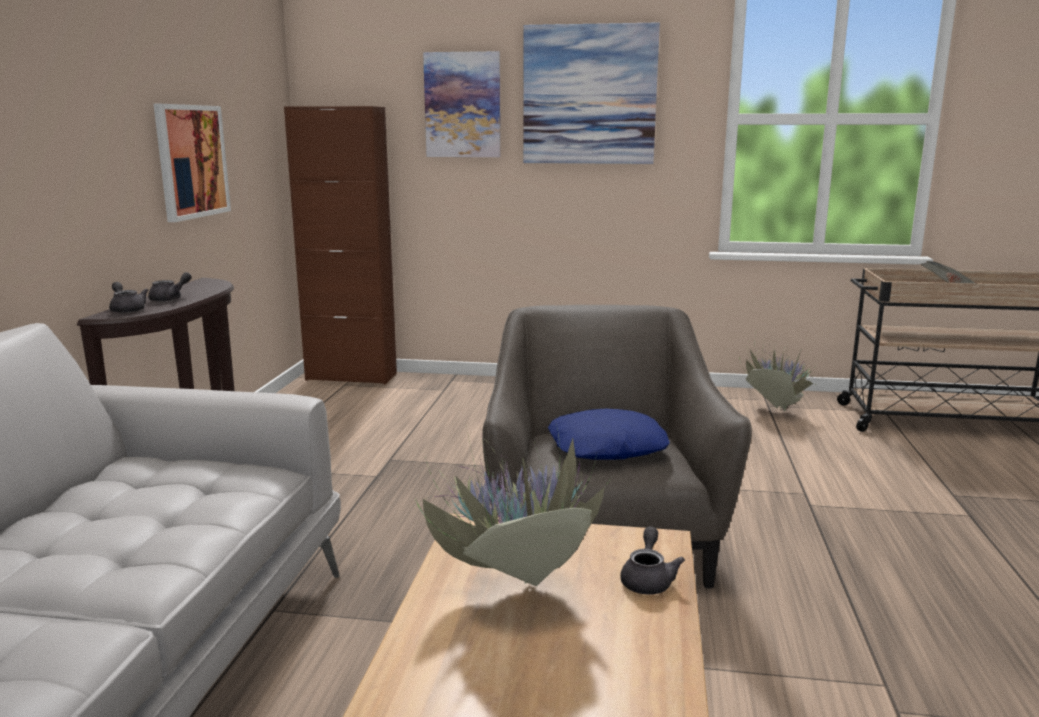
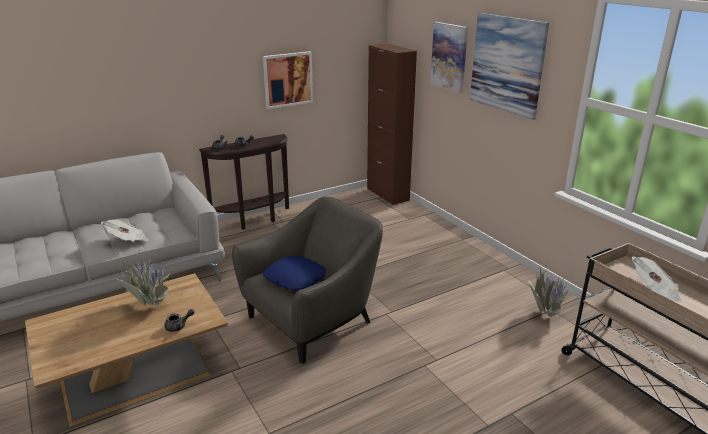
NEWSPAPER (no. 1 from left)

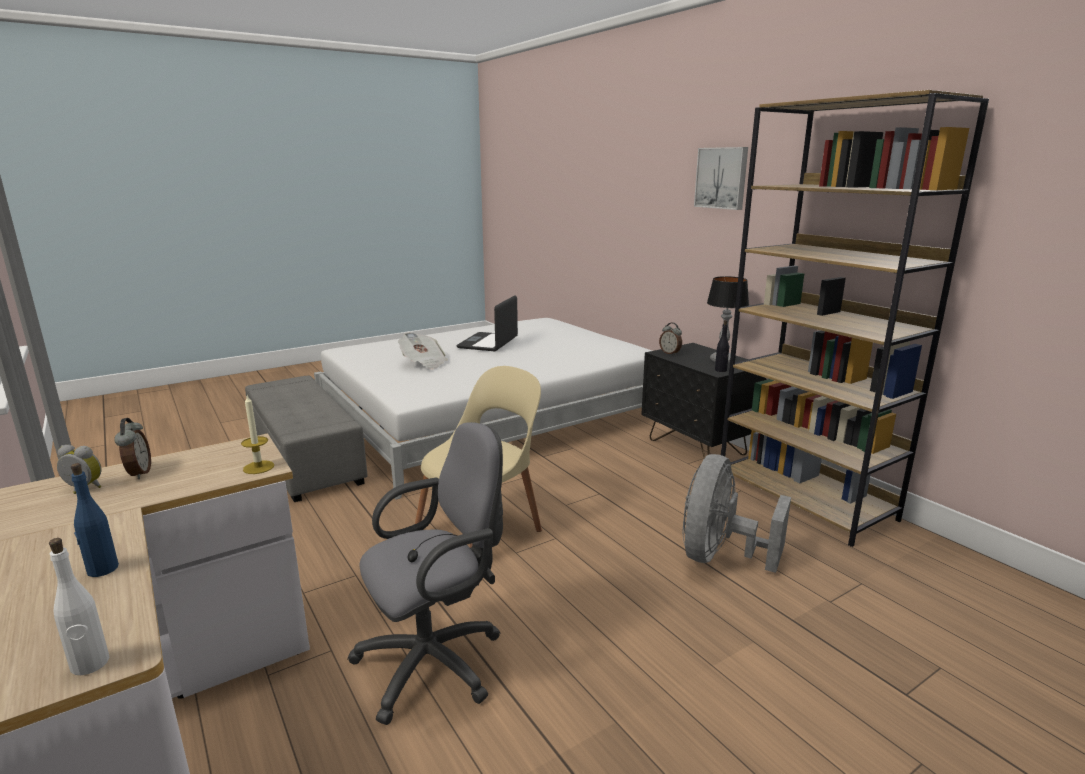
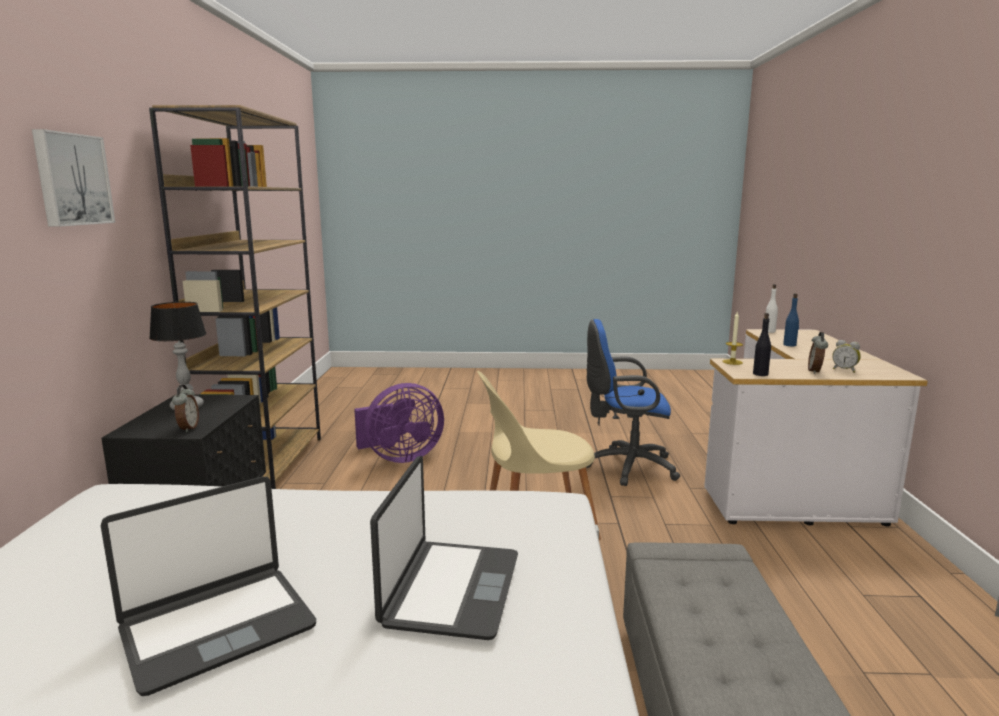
PURPLE FAN
PORTABLE COMPUTER (no. 2 from left)
BLUE-COLOURED COMPUTER CHAIR
BLACK-COLOURED DRINK BOTTLE

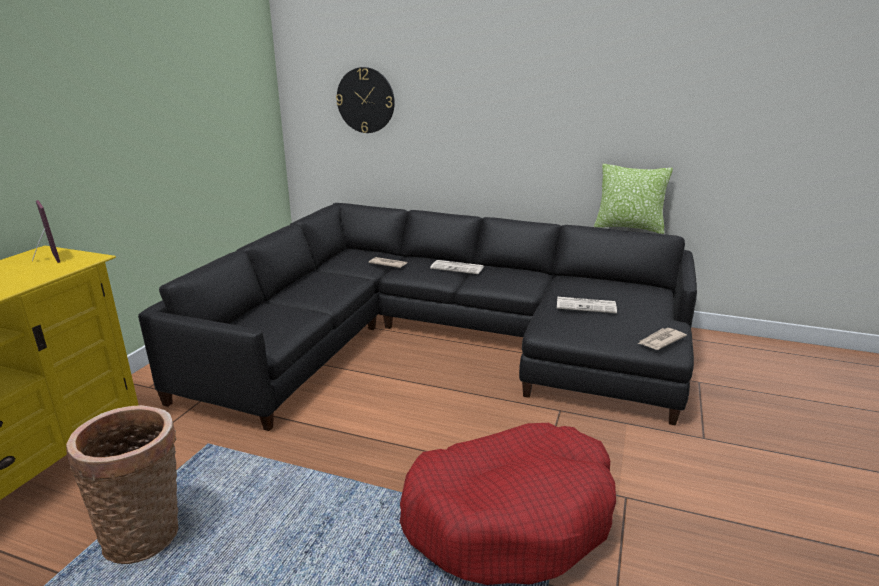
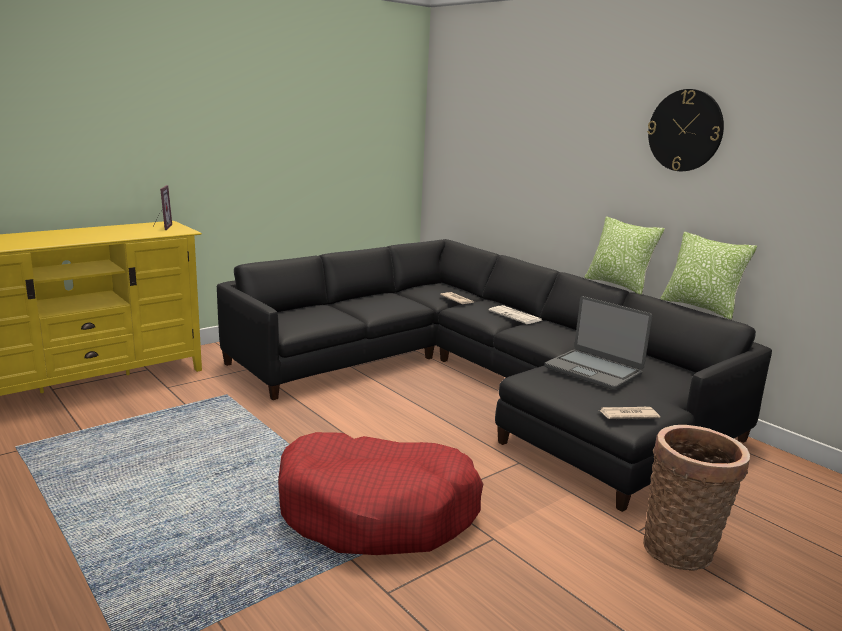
PORTABLE COMPUTER
THROW PILLOW (no. 1 from left)
HOUSEHOLD BASKET
CLOCK ON THE WALL

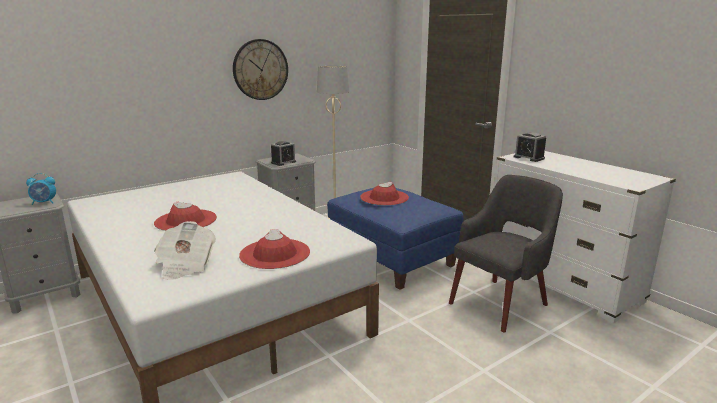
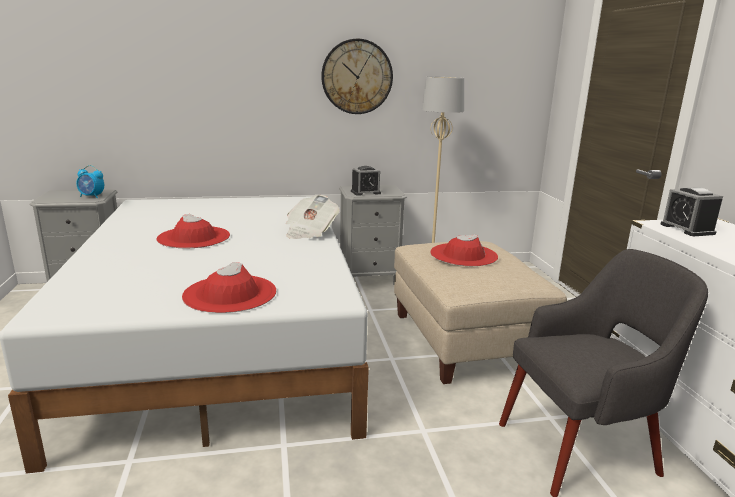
NEWSPAPER
SAND-COLOURED FOOTREST

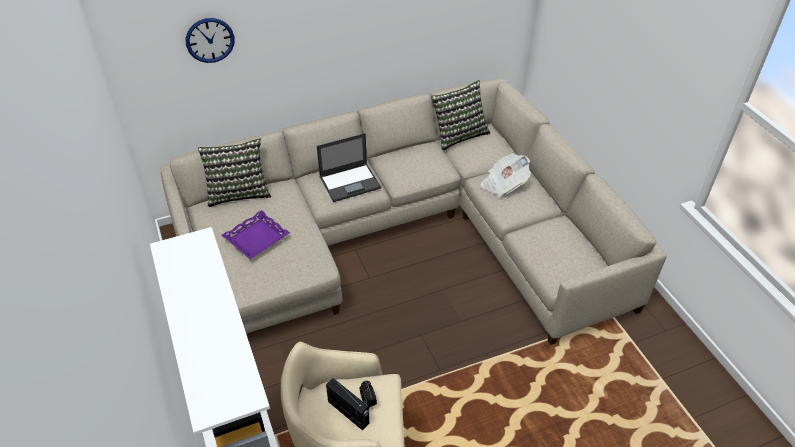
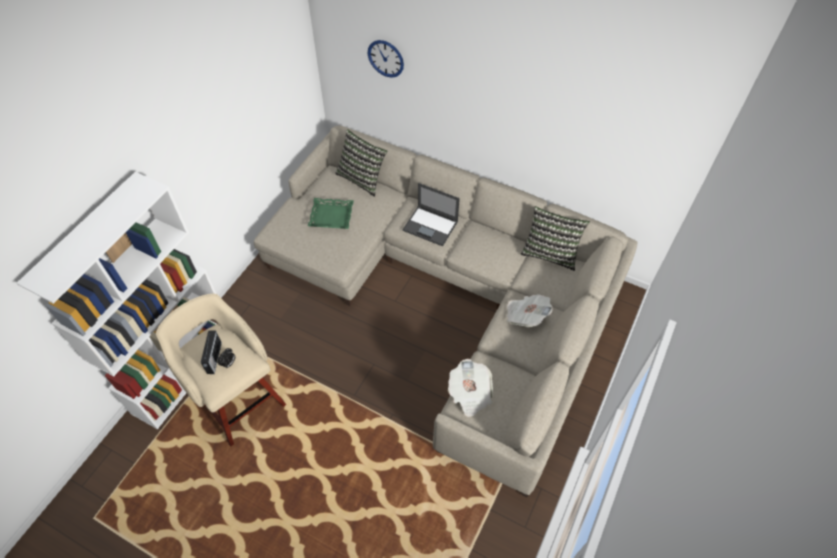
GREENISH TRAY
NEWSPAPER (no. 1 from left)

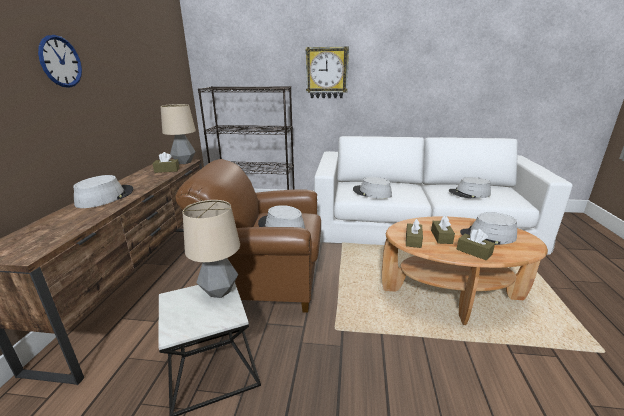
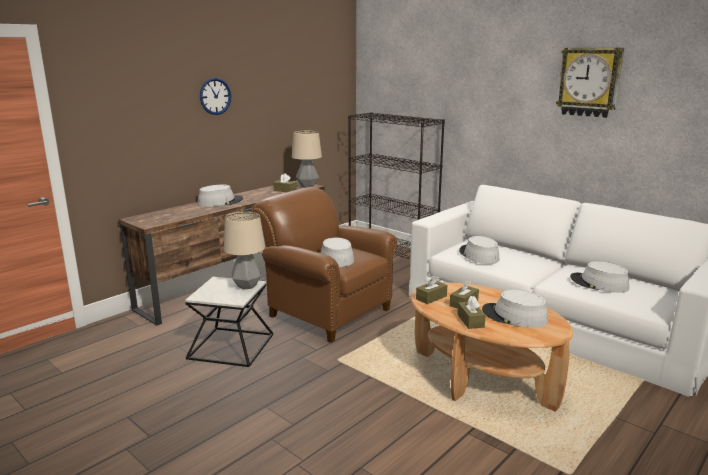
CLOCK ON THE WALL (no. 2 from left)

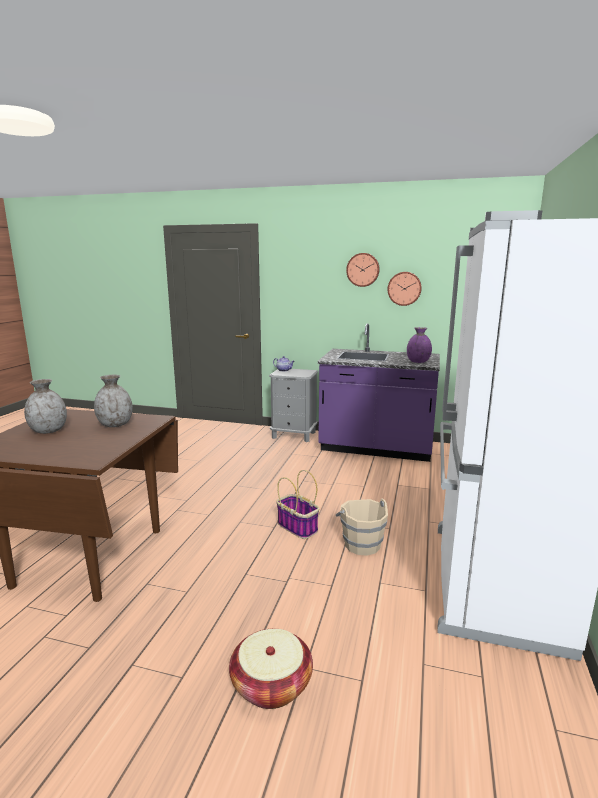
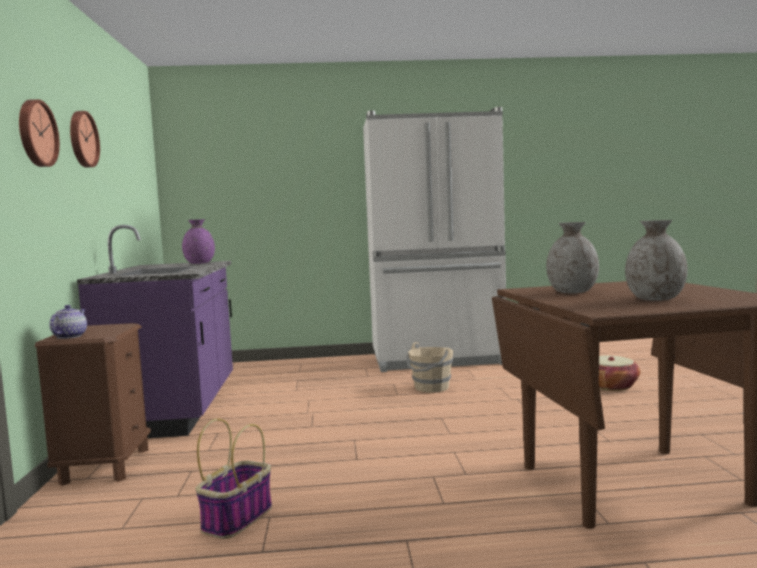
CLOCK ON THE WALL (no. 1 from left)
BROWN NIGHT TABLE
HOUSEHOLD BASKET (no. 1 from left)

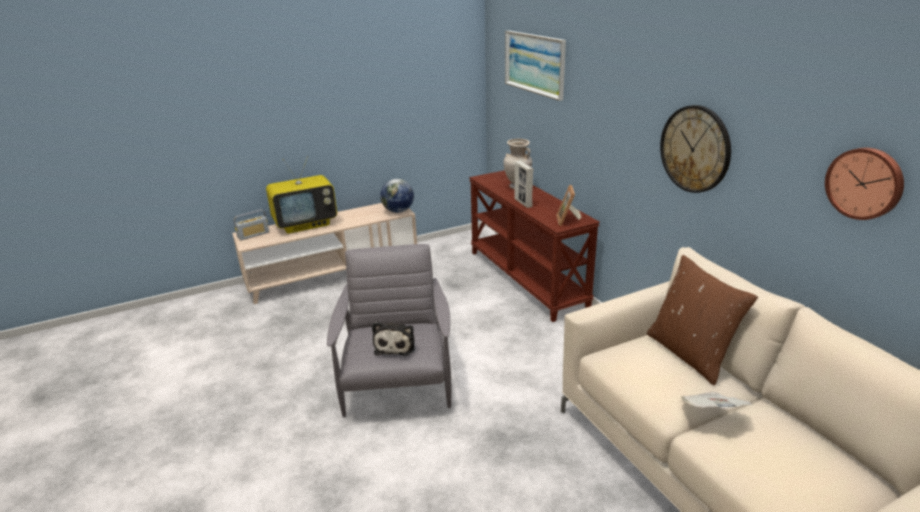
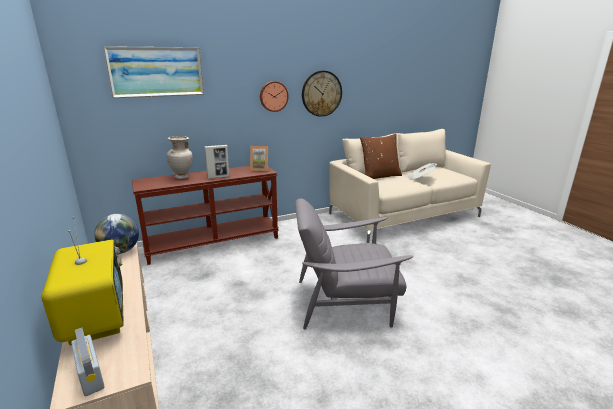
CLOCK ON THE WALL (no. 1 from left)
CUDDLY TOY

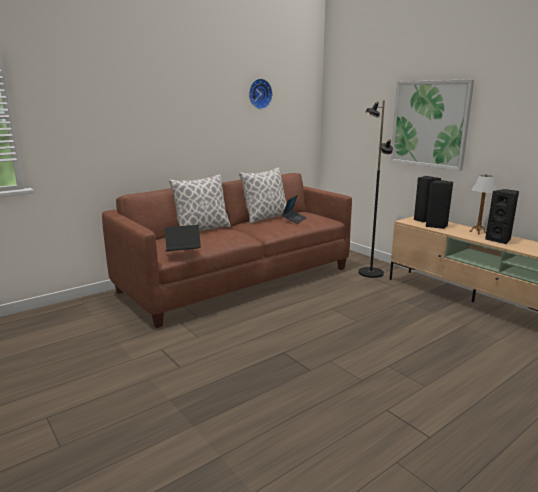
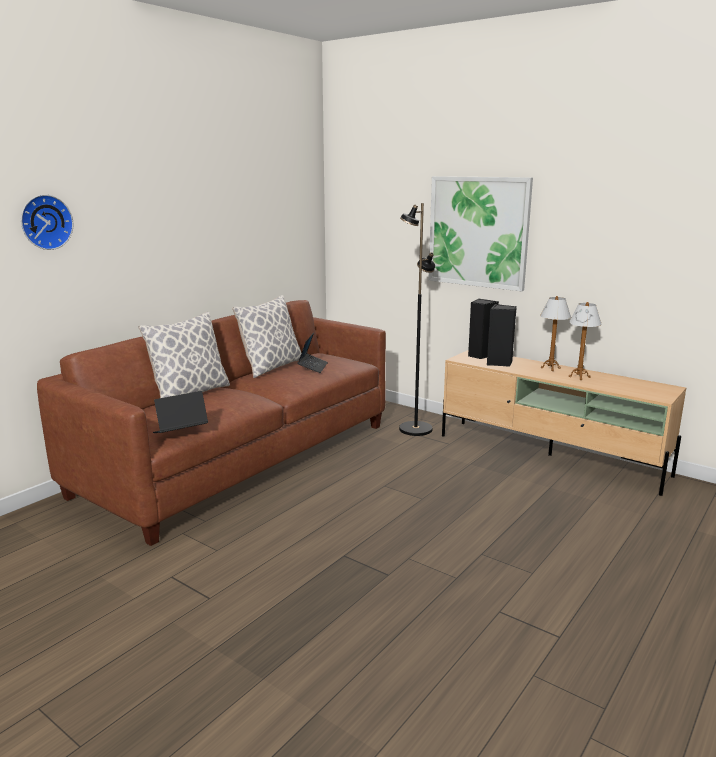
CLOCK ON THE WALL
TABLE LAMP (no. 2 from left)

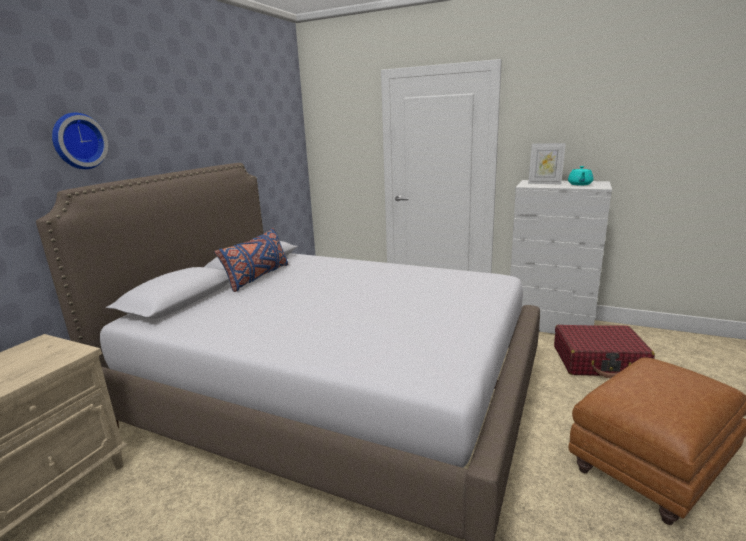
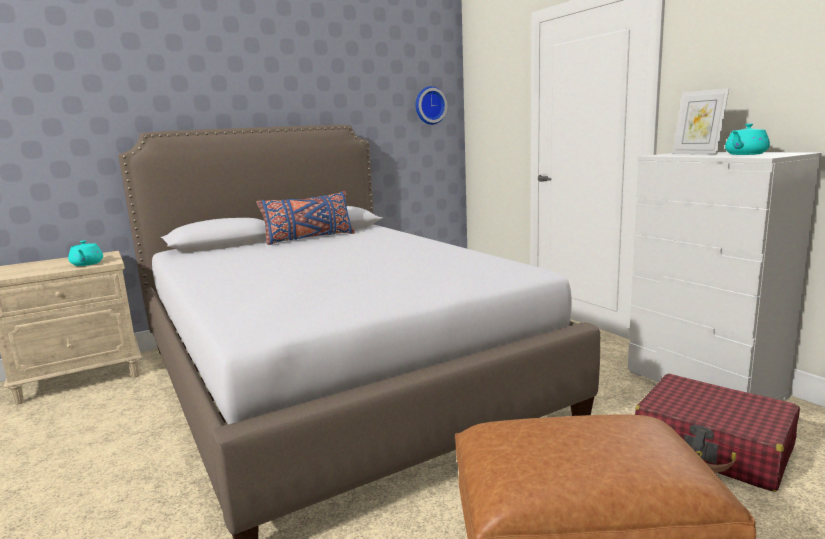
BLUE-GREEN TEAPOT (no. 1 from left)
CLOCK ON THE WALL

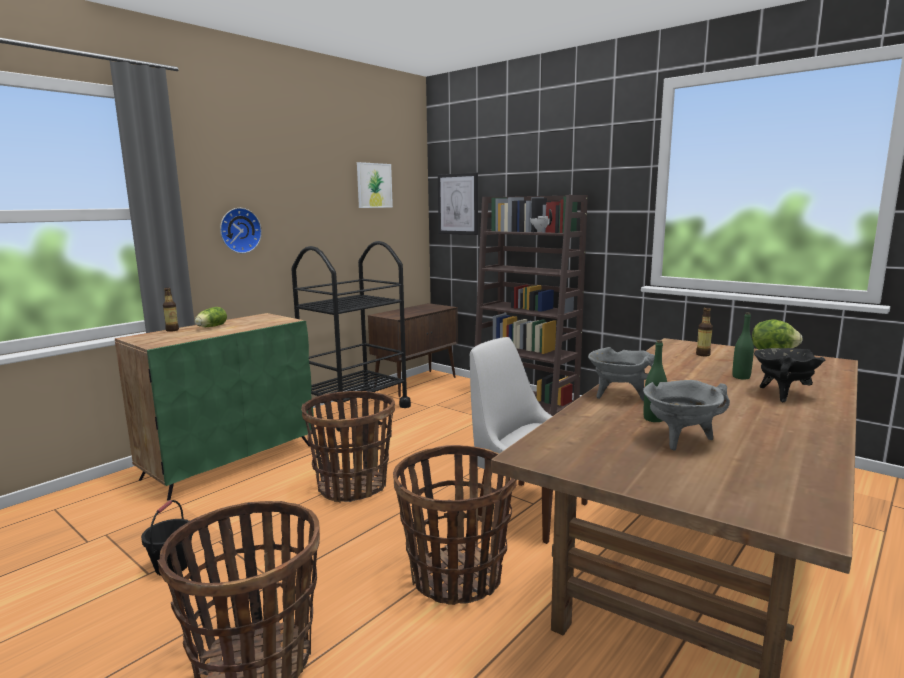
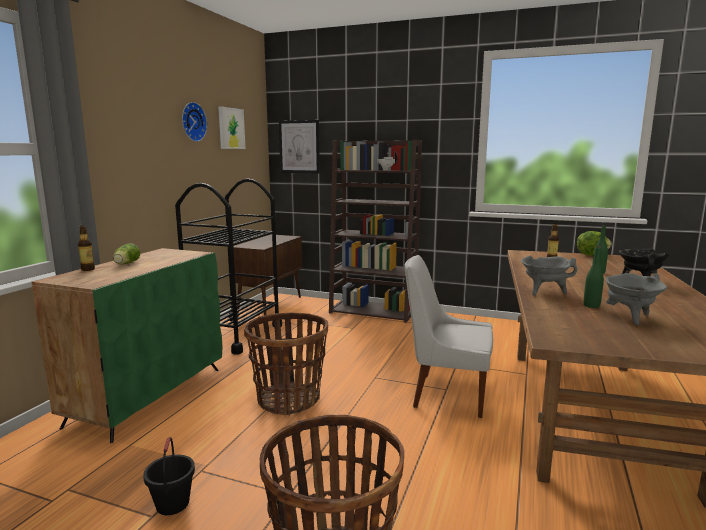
CLOCK ON THE WALL
HOUSEHOLD BASKET (no. 3 from left in the first image)

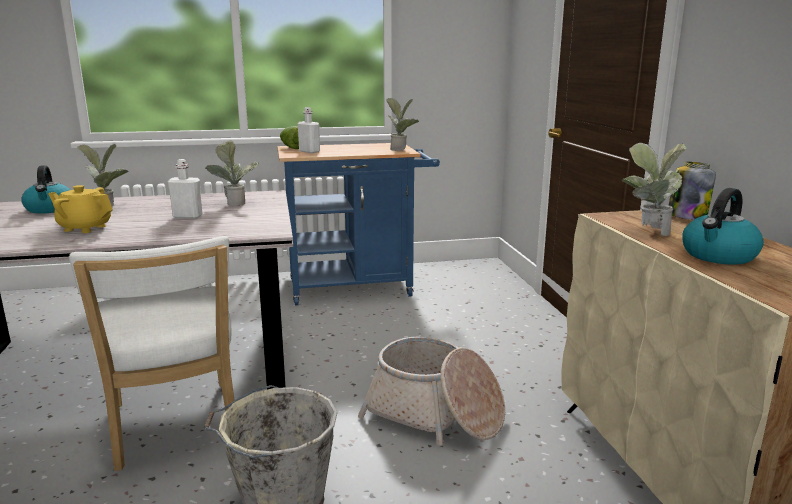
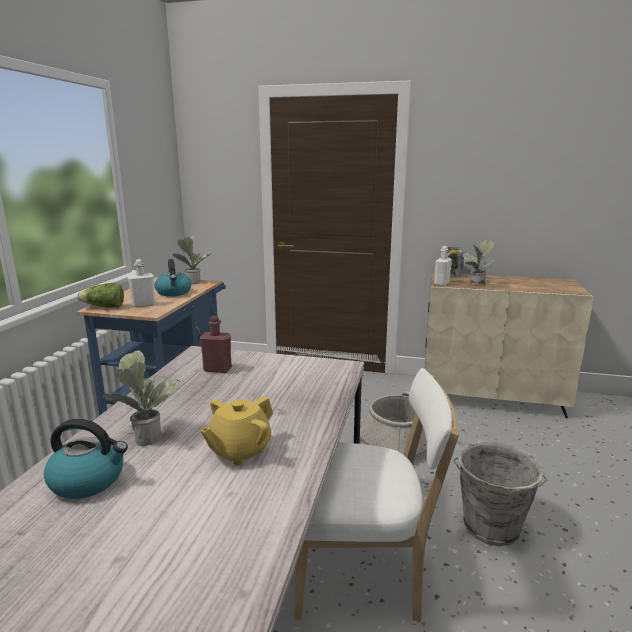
TEA KETTLE (no. 2 from left)
RED-COLOURED DRINK BOTTLE
WHITISH DRINK BOTTLE (no. 2 from left)

